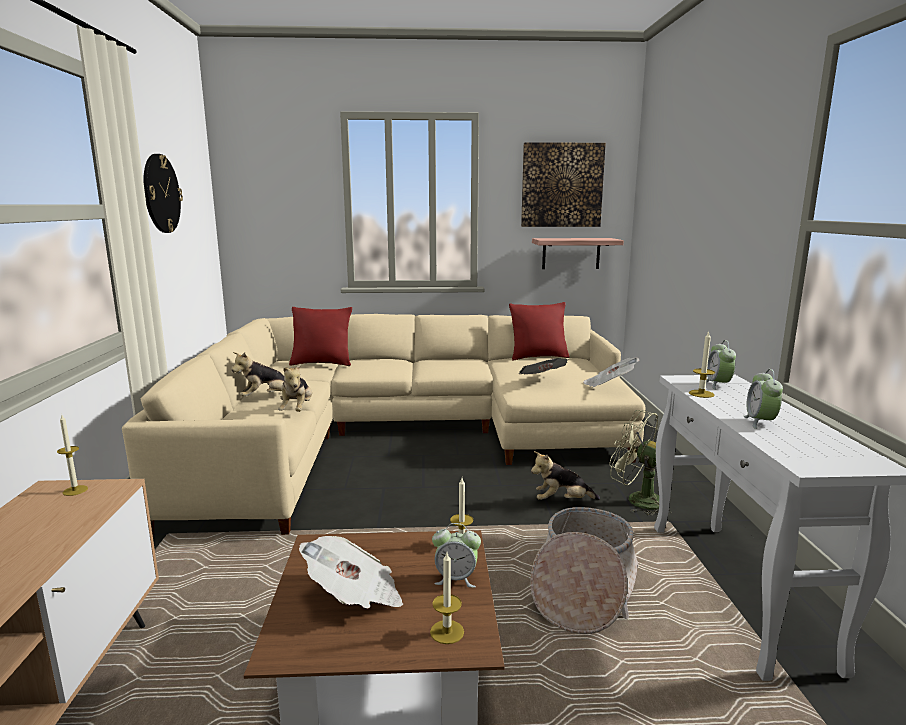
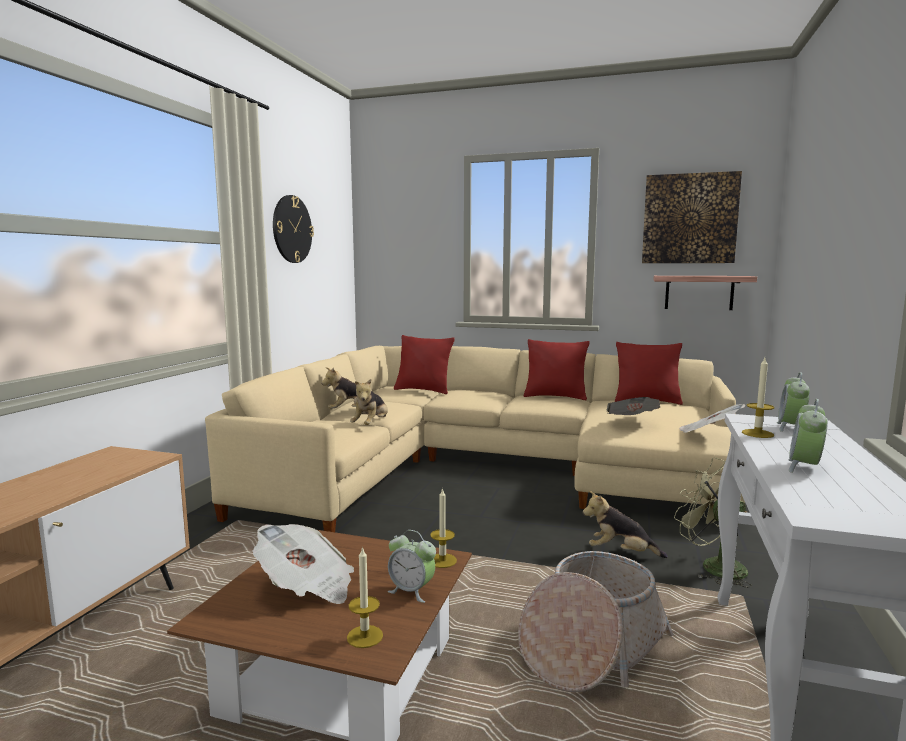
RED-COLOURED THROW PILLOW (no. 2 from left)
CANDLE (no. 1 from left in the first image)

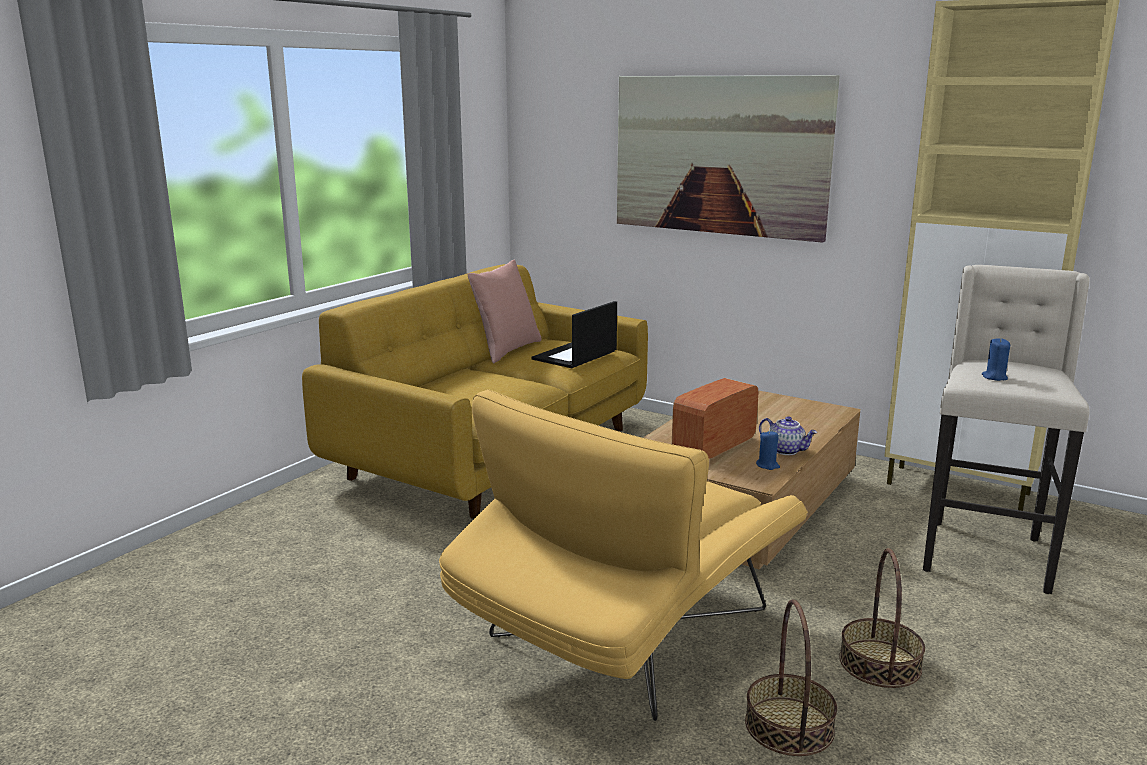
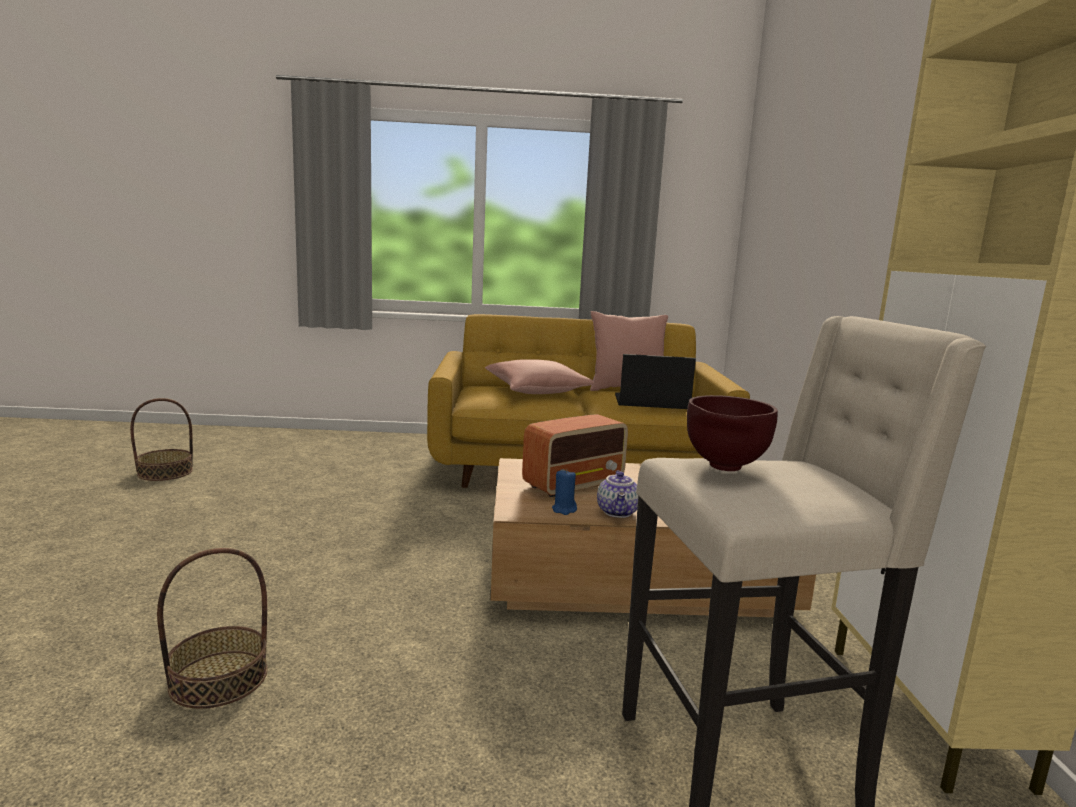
HOUSEHOLD BASKET (no. 1 from left)
PINKISH THROW PILLOW (no. 1 from left)
RADIO
BROWN BOWL
YELLOWISH LOUNGE CHAIR
WALL ART

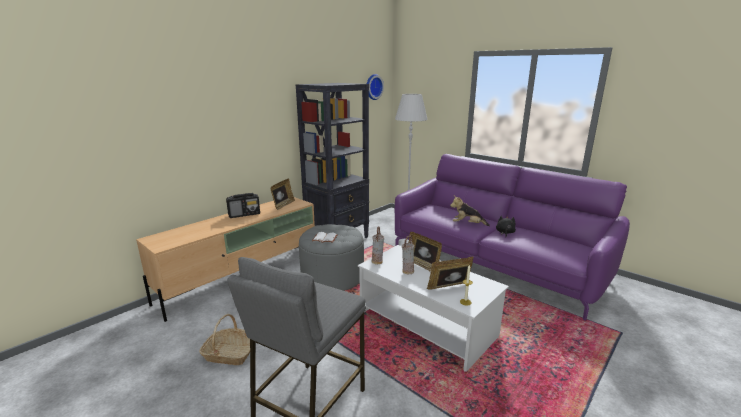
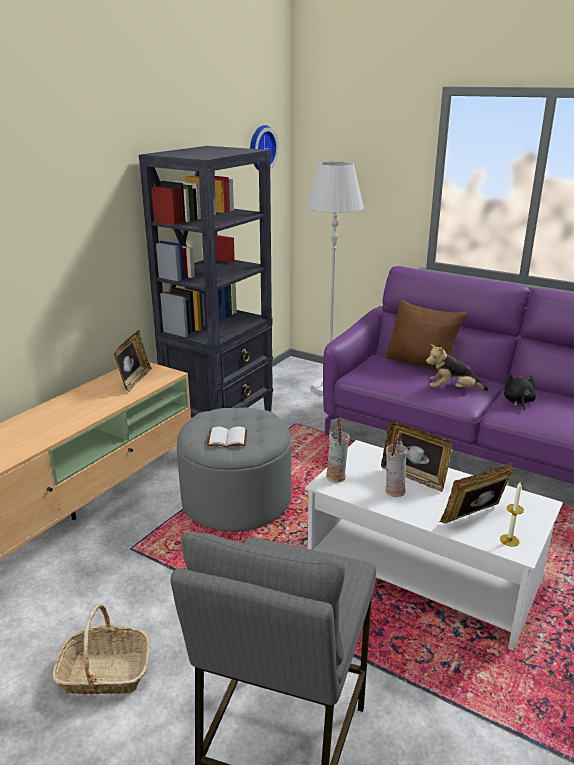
BROWN THROW PILLOW
RADIO

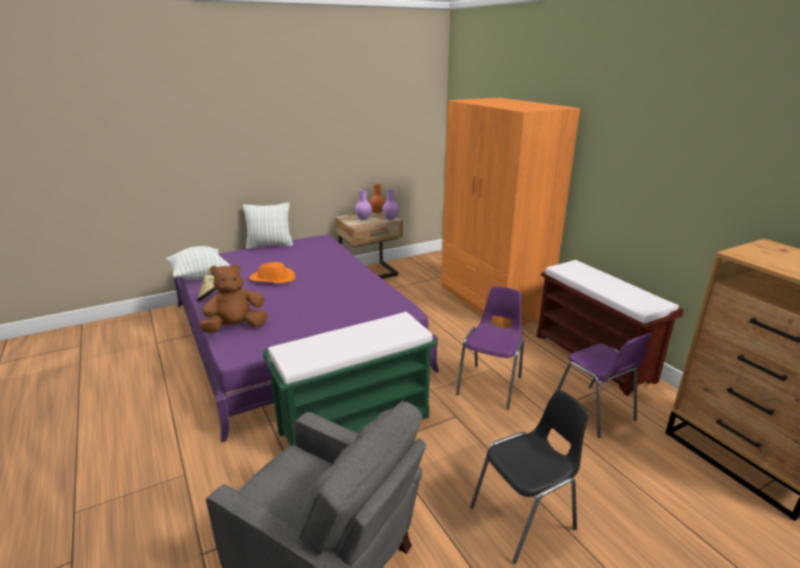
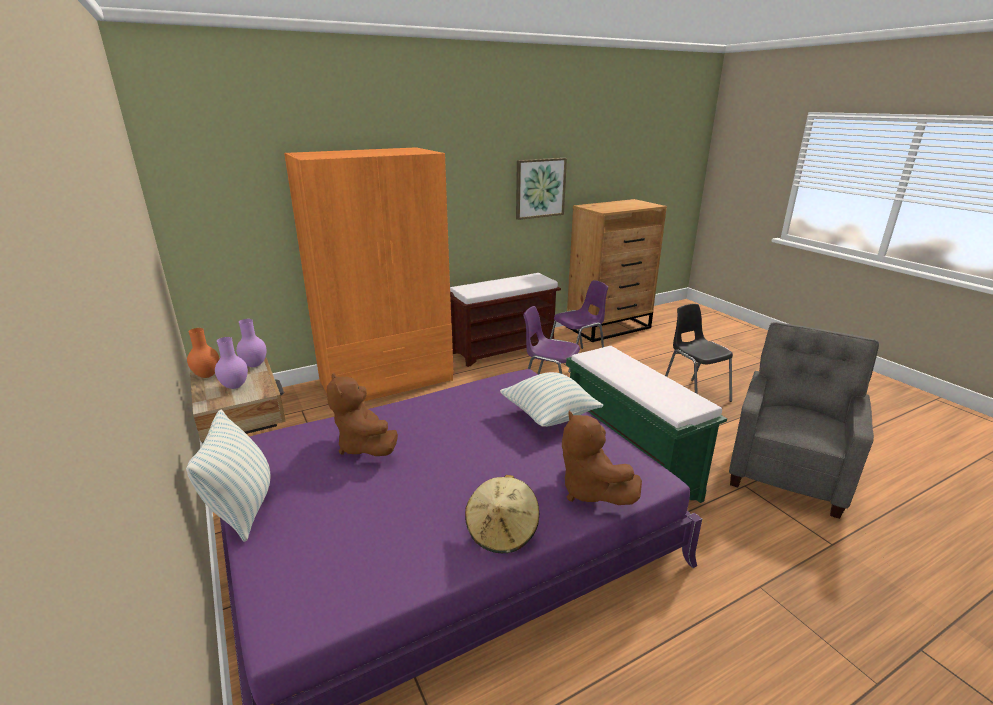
BROWN CUDDLY TOY (no. 1 from left)
THROW PILLOW (no. 2 from left)
WALL ART
ORANGE-COLOURED CLOTHING HAT

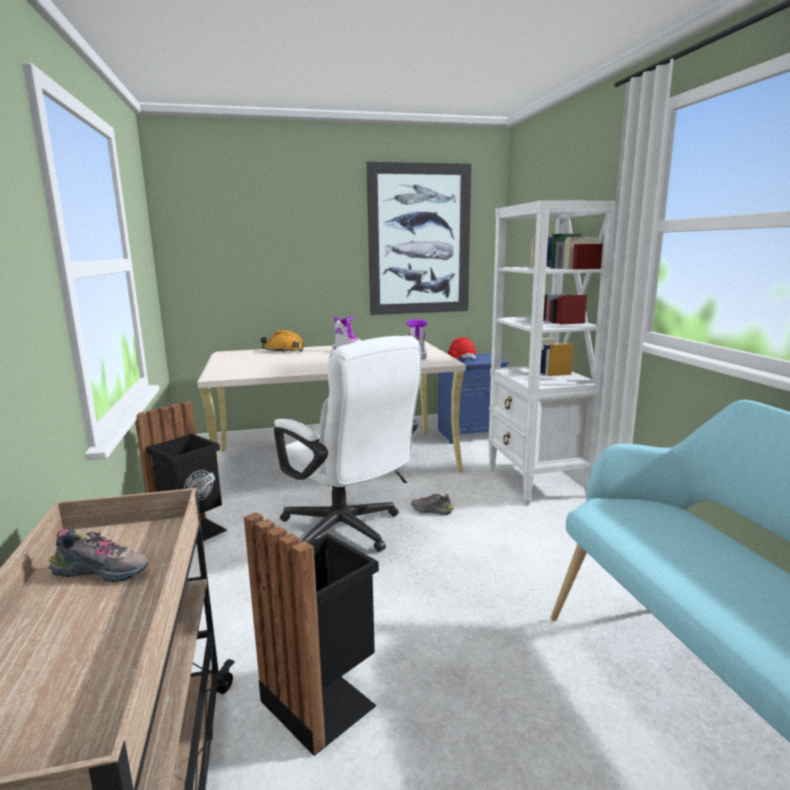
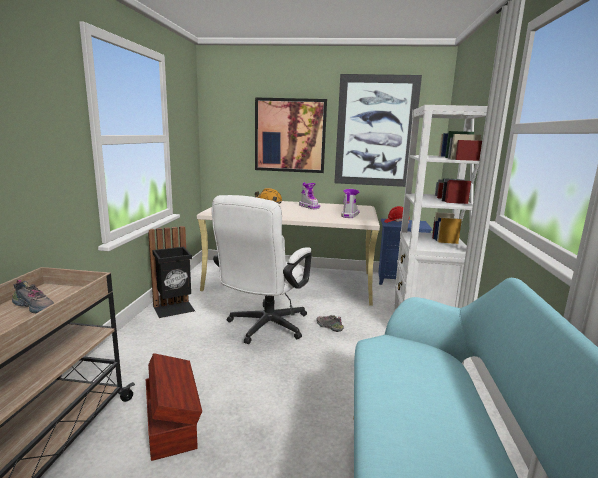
BROWN STORAGE BOX
WHITISH COMPUTER CHAIR
WALL ART (no. 1 from left)

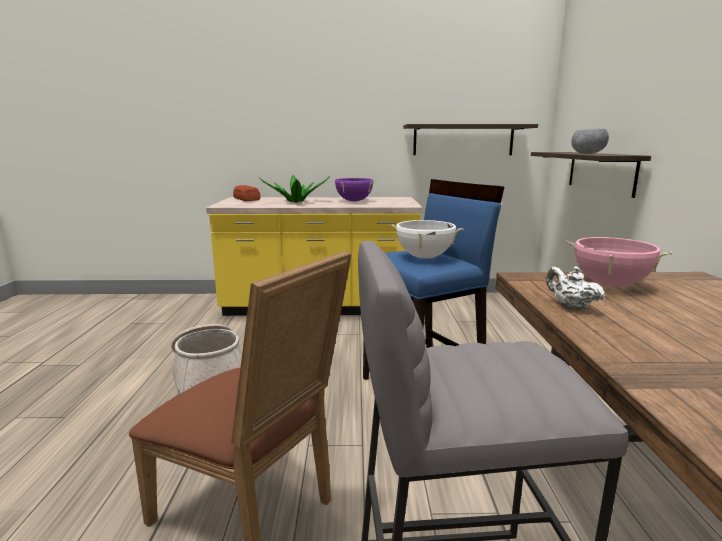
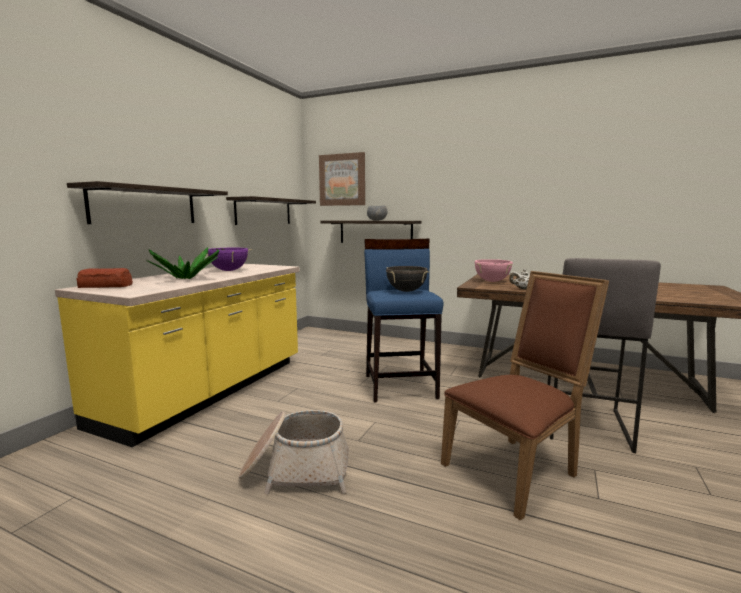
BRACKET SHELF (no. 1 from left)
WALL ART
BLACK-COLOURED COOKING POT

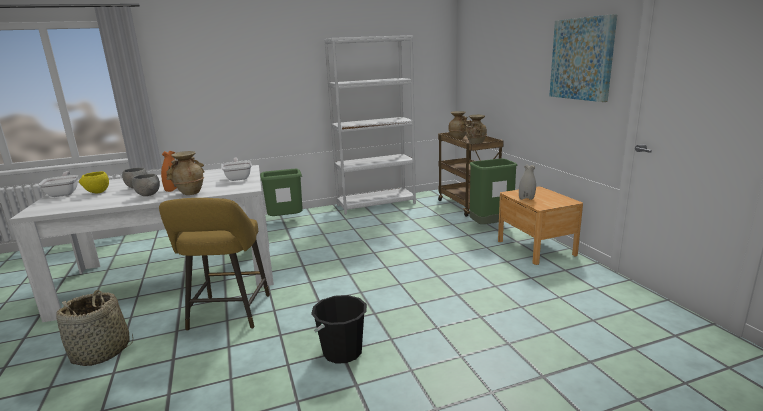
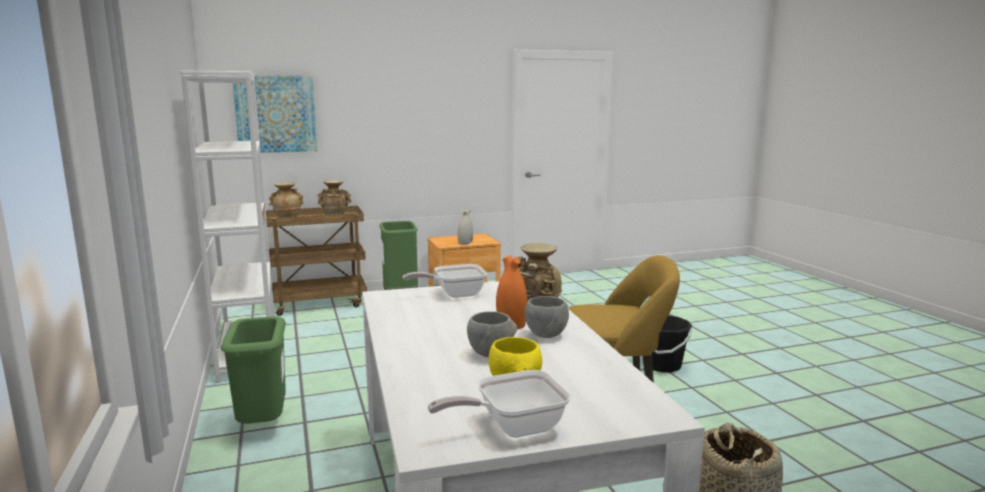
WALL ART

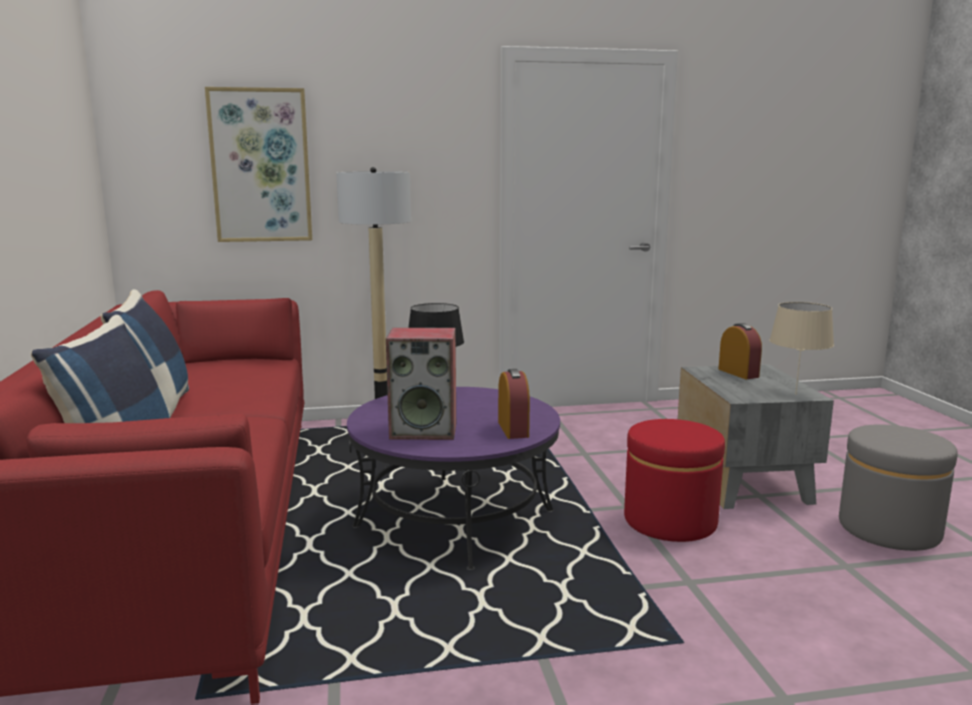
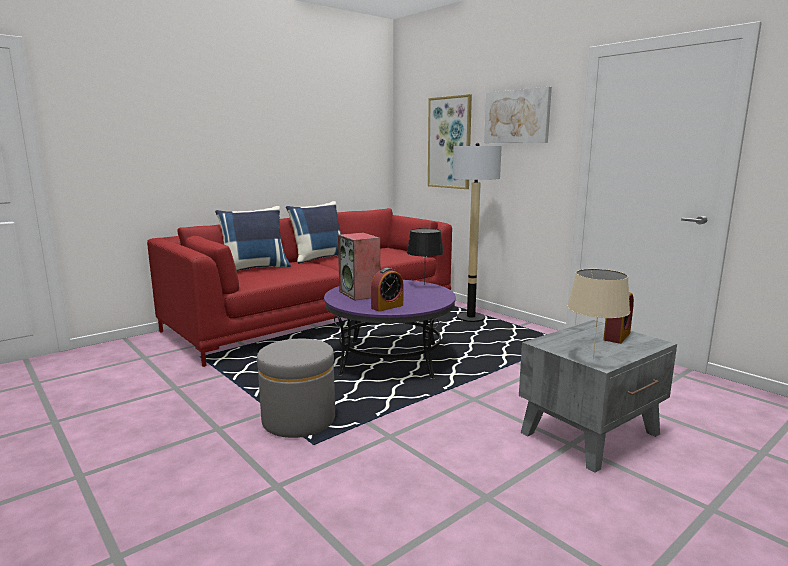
GREY FOOTREST
WALL ART (no. 2 from left)
RED-COLOURED FOOTREST

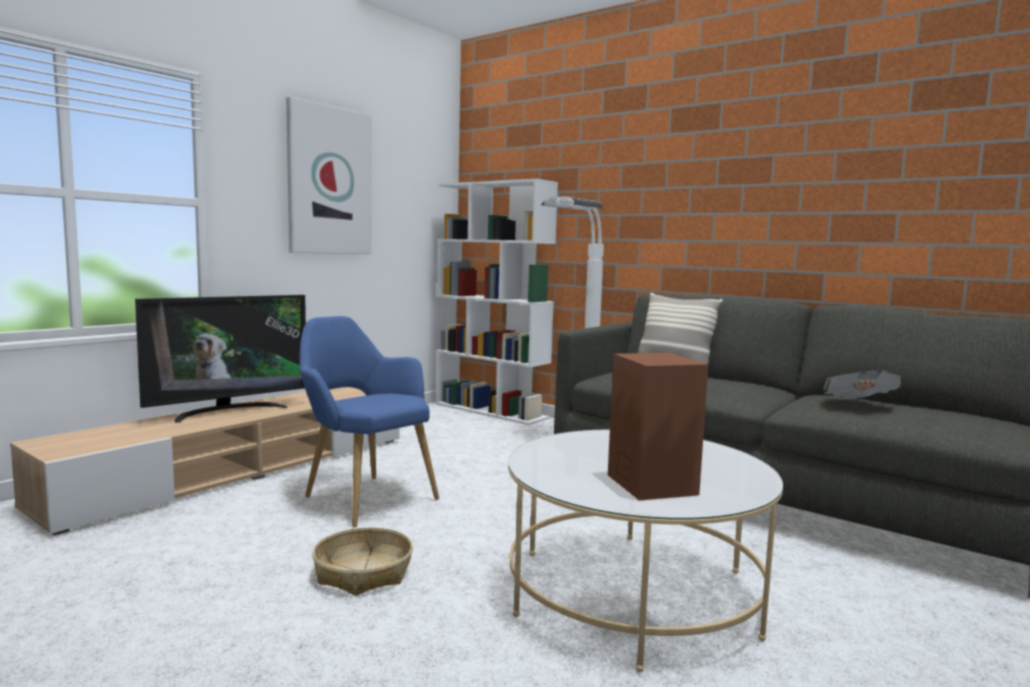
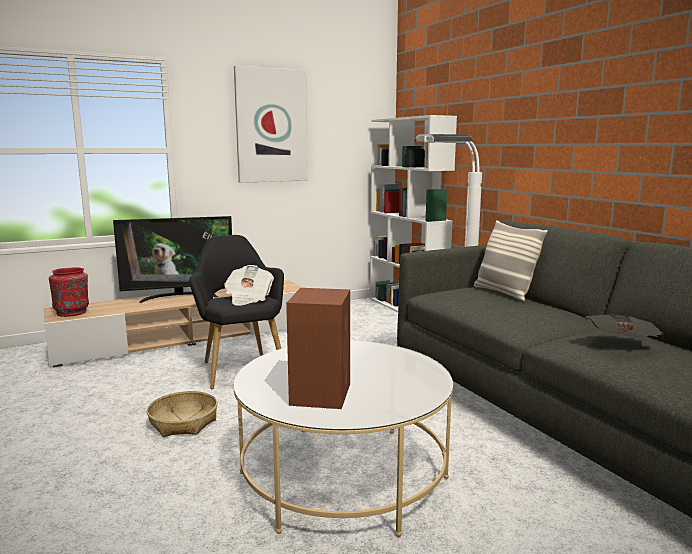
RED-COLOURED FLOWER VASE
BLACK-COLOURED LOUNGE CHAIR
NEWSPAPER (no. 1 from left)

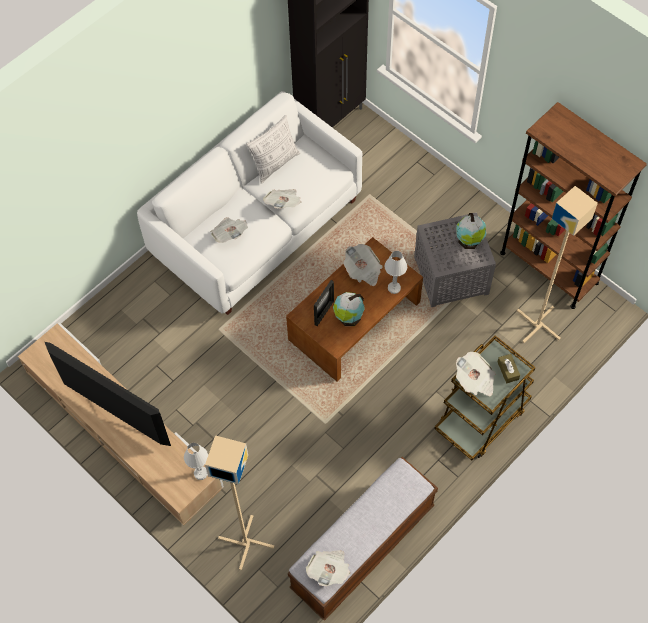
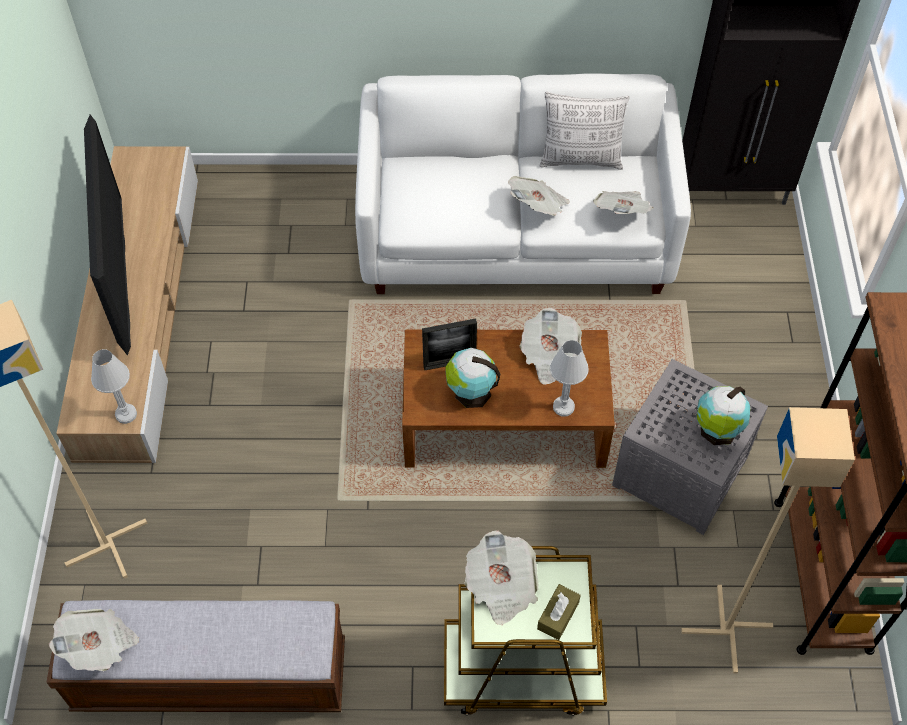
NEWSPAPER (no. 5 from left)

